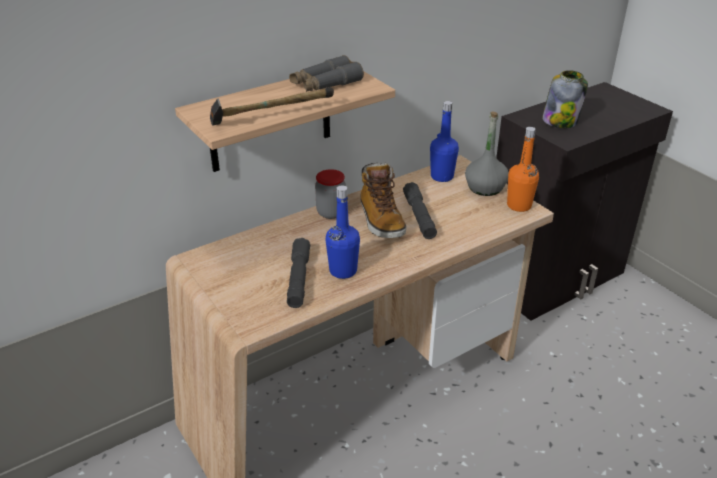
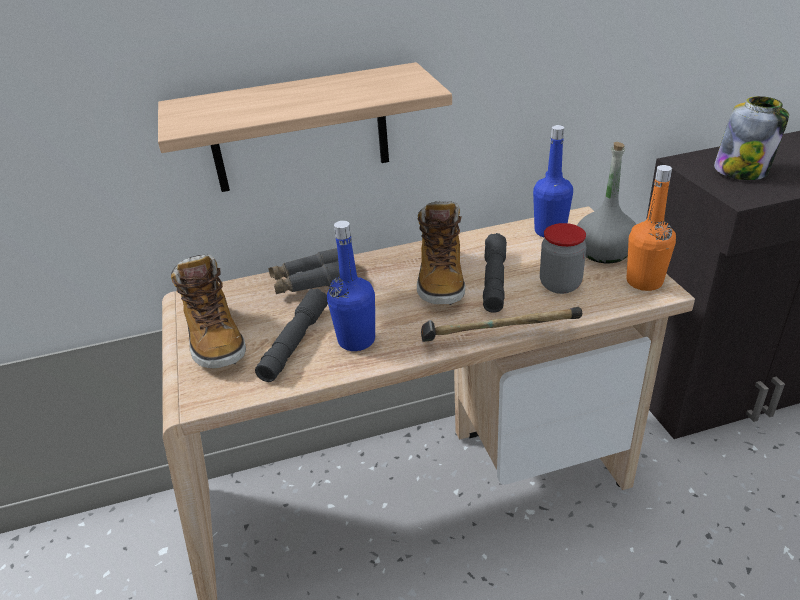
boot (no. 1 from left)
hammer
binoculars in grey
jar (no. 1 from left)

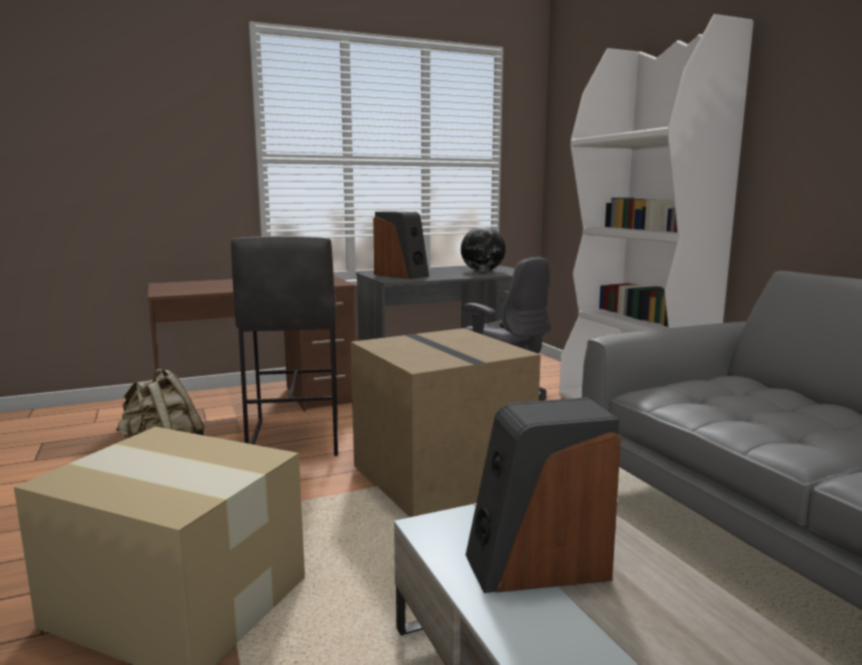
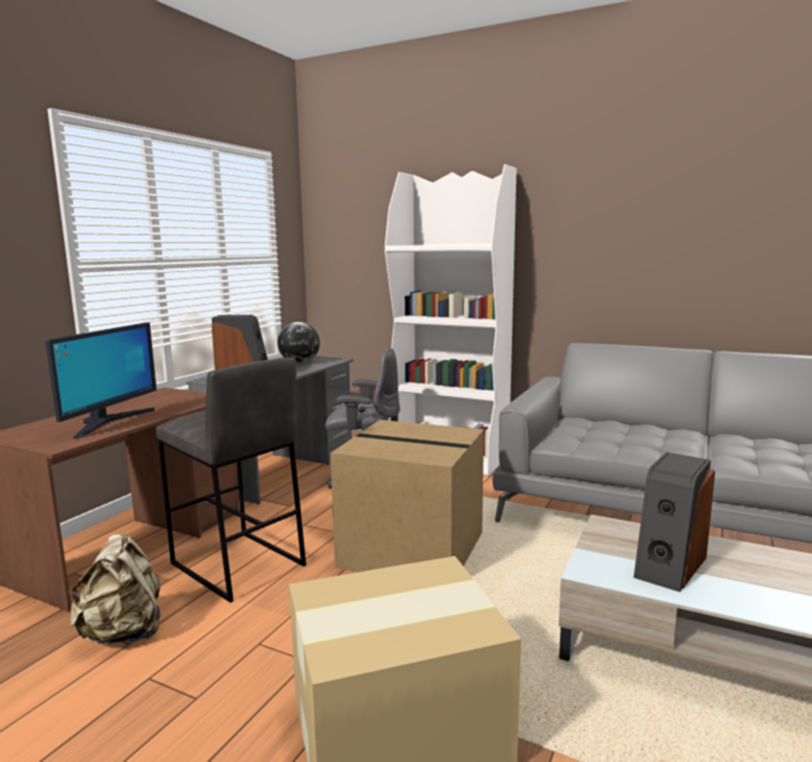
monitor

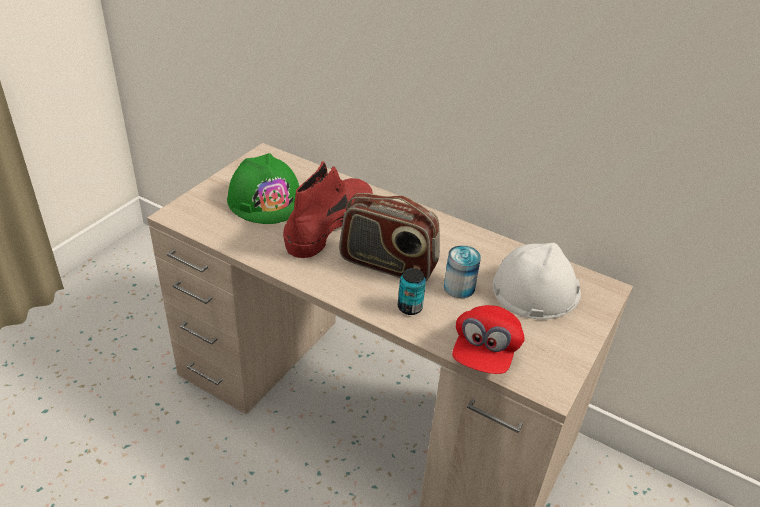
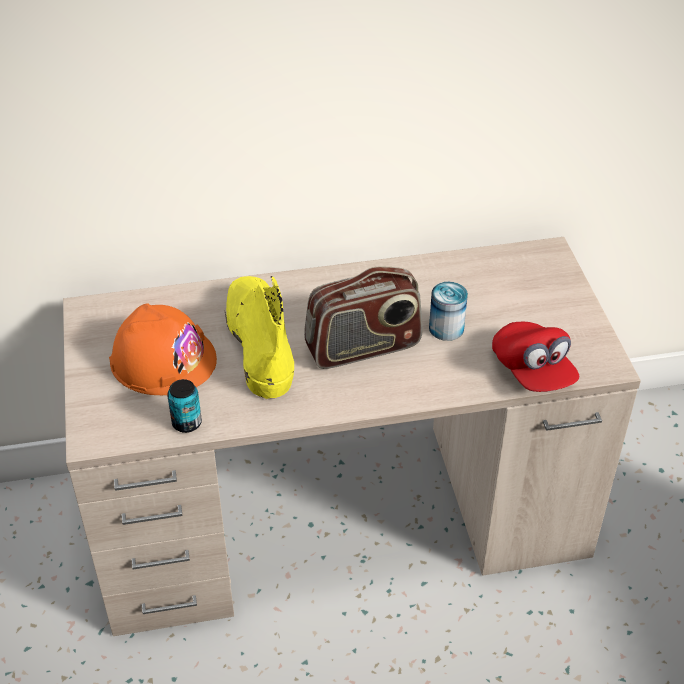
hard hat in white
can (no. 1 from left)
hard hat in orange
boot in yellow

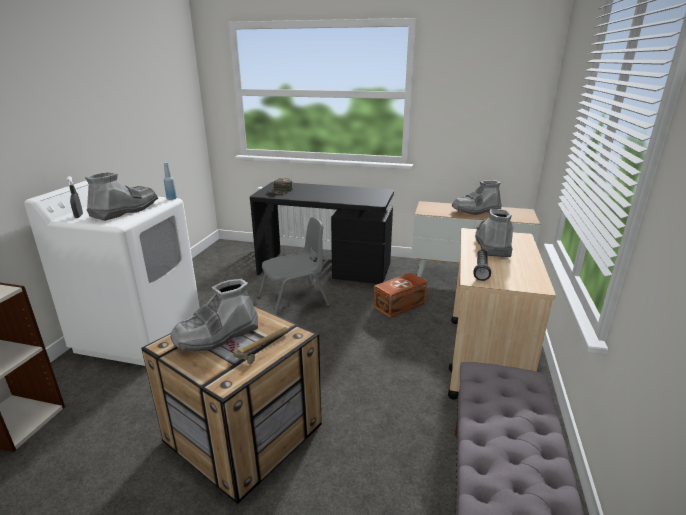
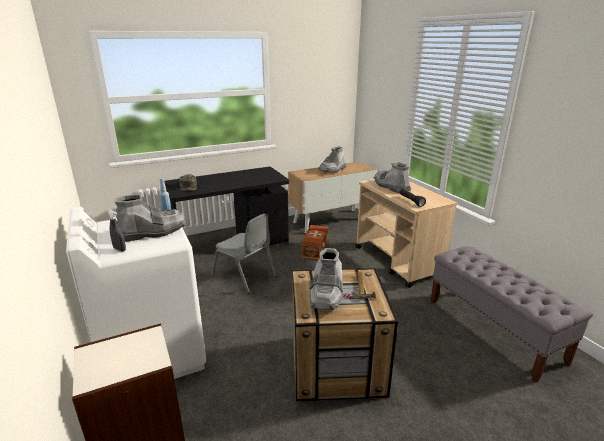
boot in grey (no. 1 from left)
chair in grey

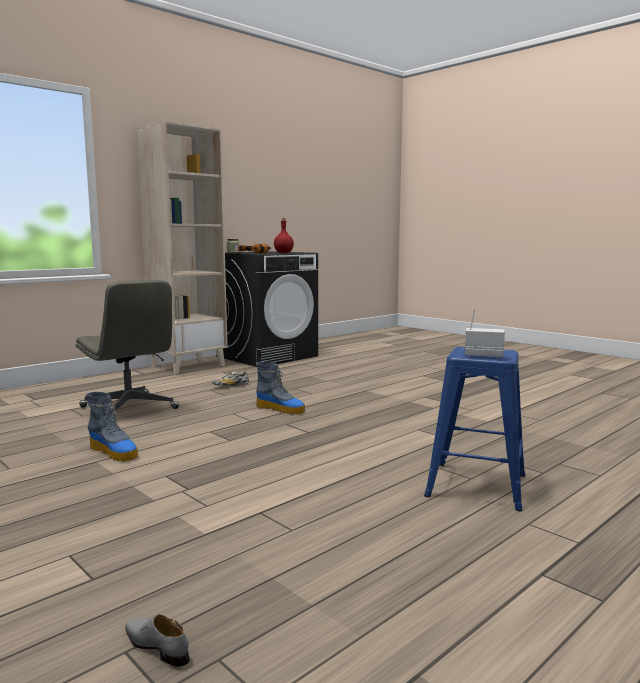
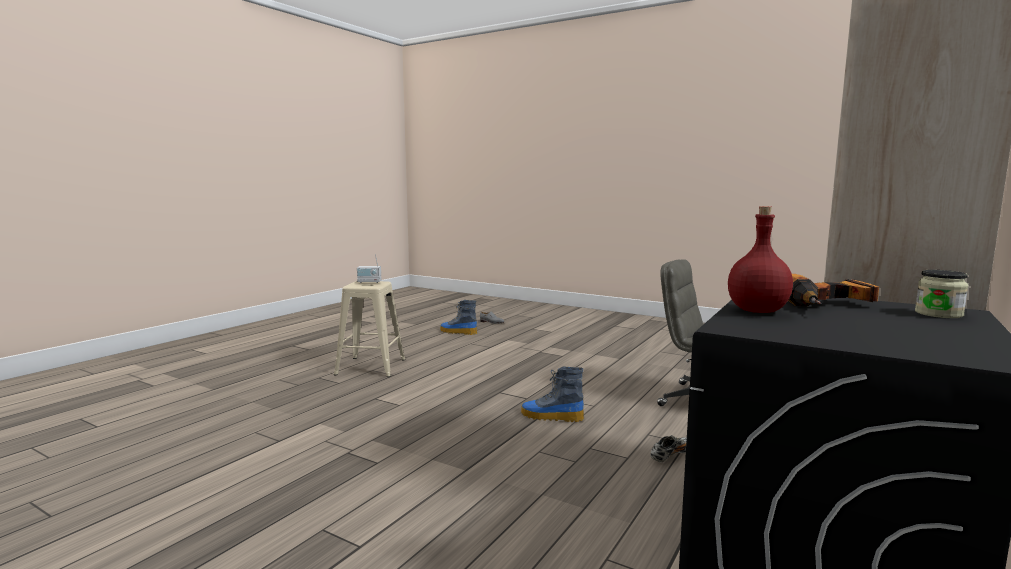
boot (no. 1 from left)
stool in beige

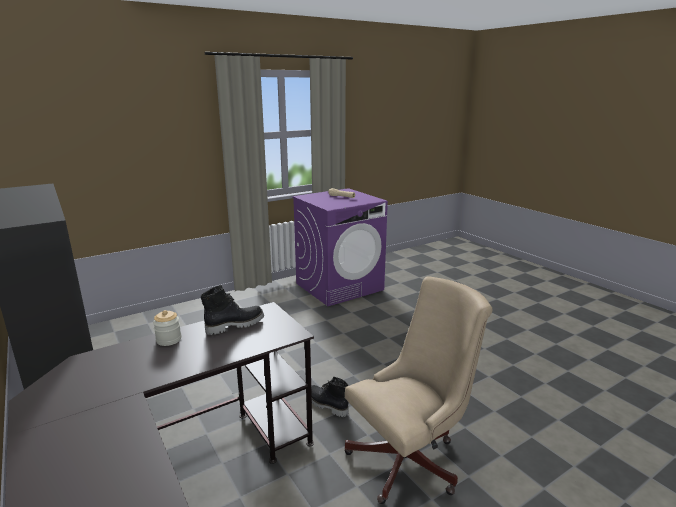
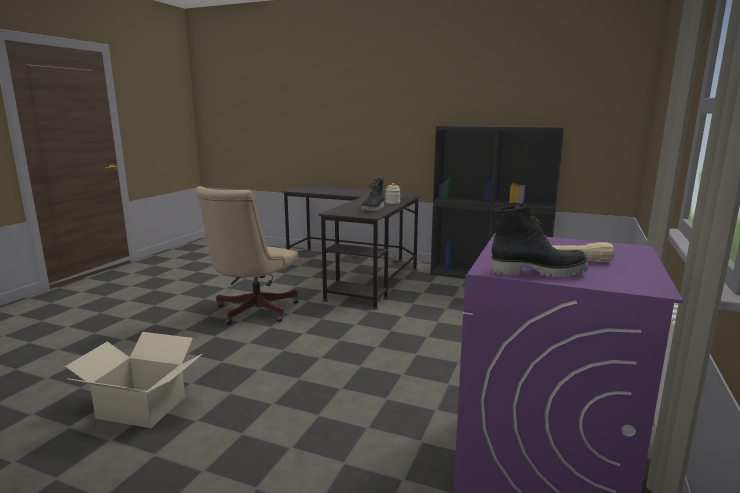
cardboard box
boot in black (no. 2 from left)

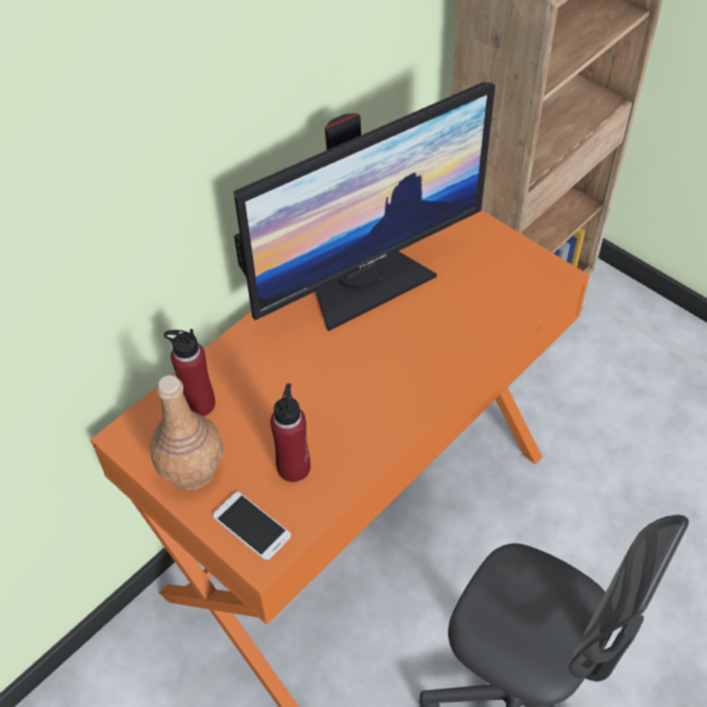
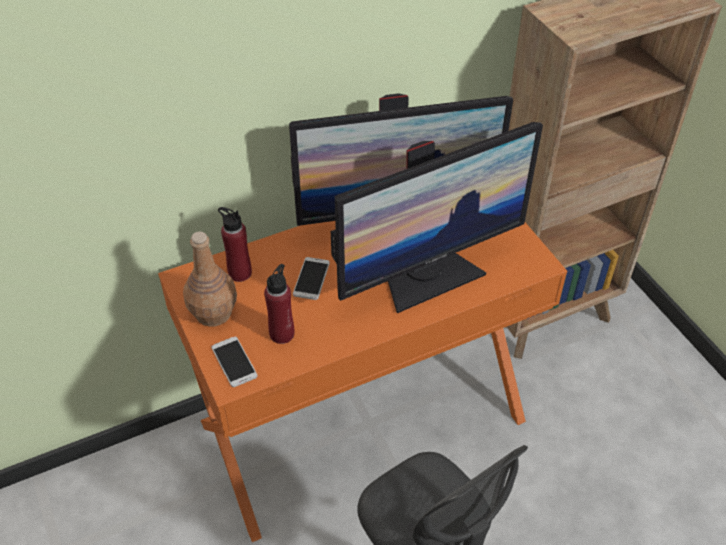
phone (no. 2 from left)
monitor (no. 2 from left)

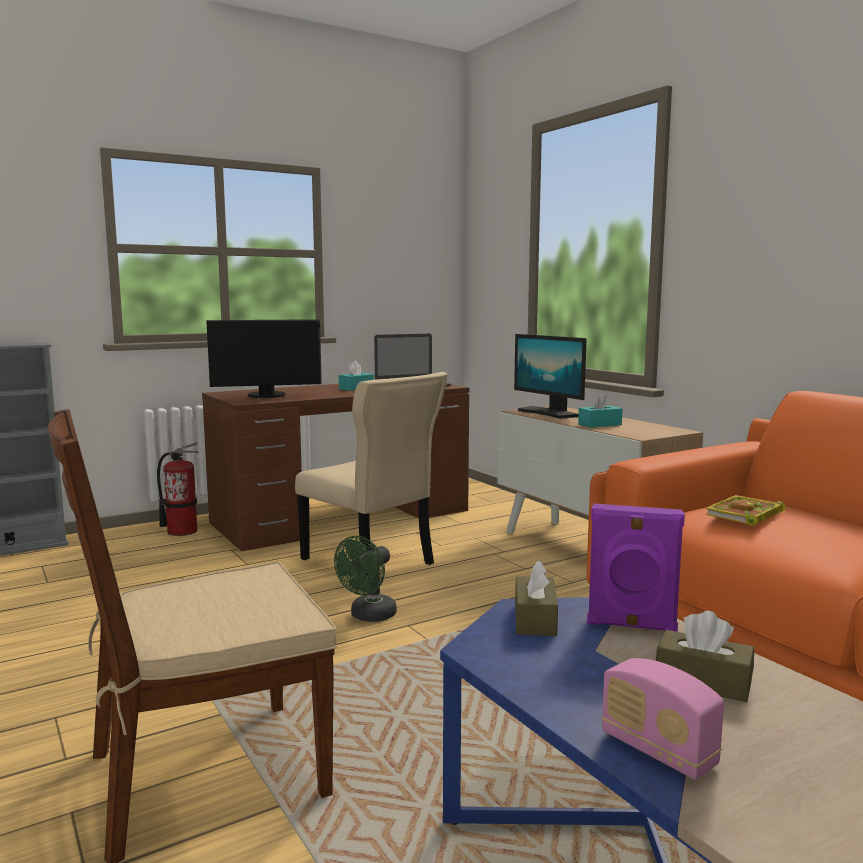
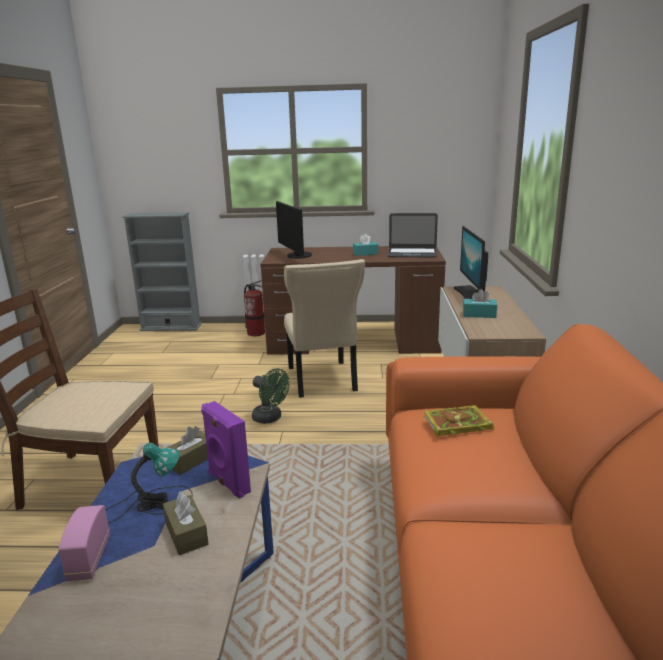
table lamp
monitor (no. 1 from left)
fan in green

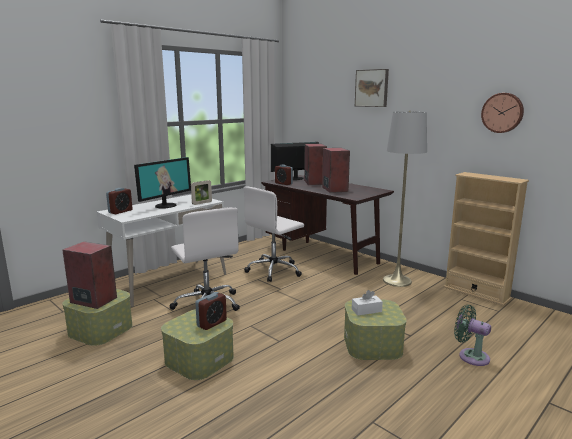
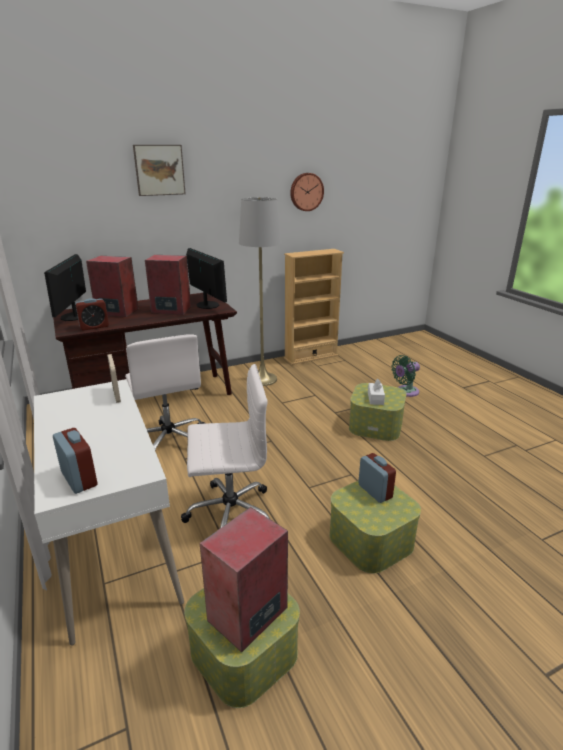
monitor (no. 2 from left)

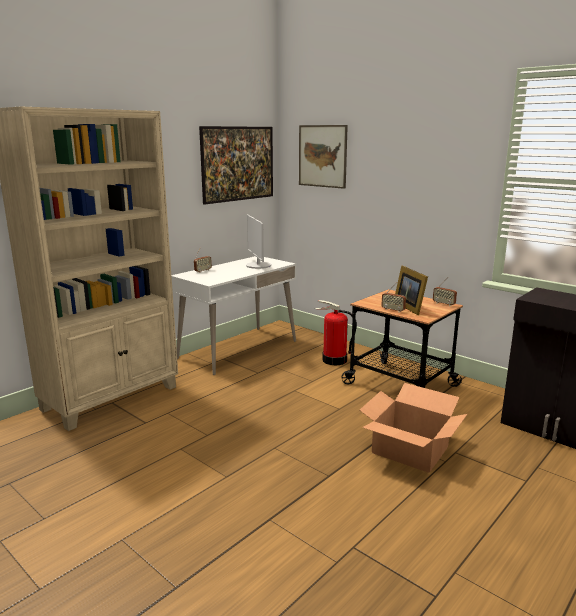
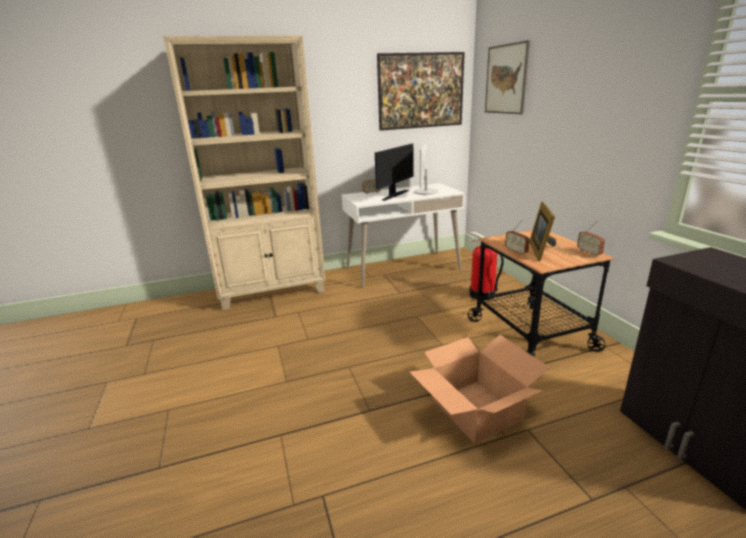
monitor (no. 1 from left)

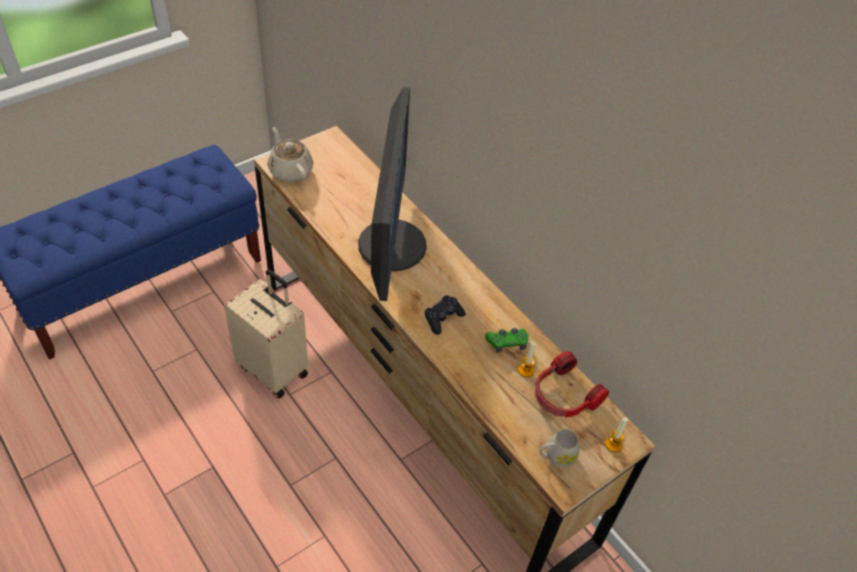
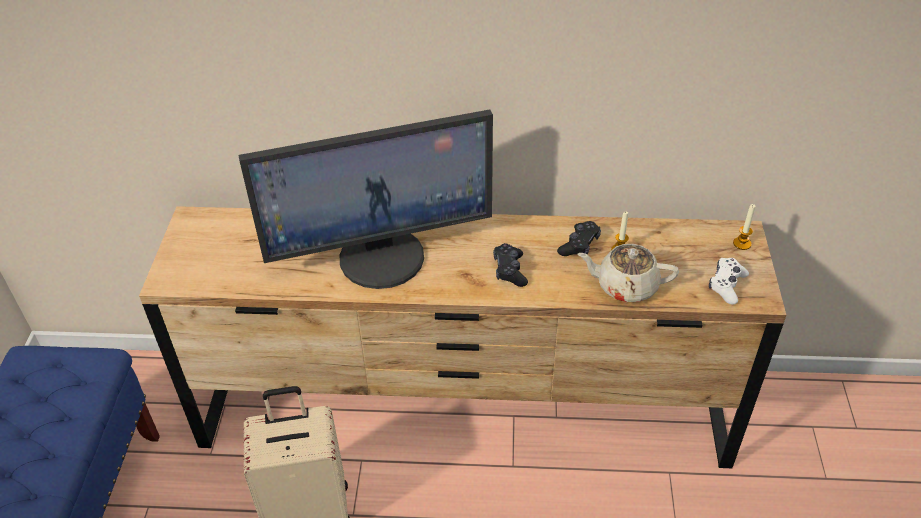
headphones
teapot in beige
game controller in white
game controller in black (no. 2 from left)
monitor

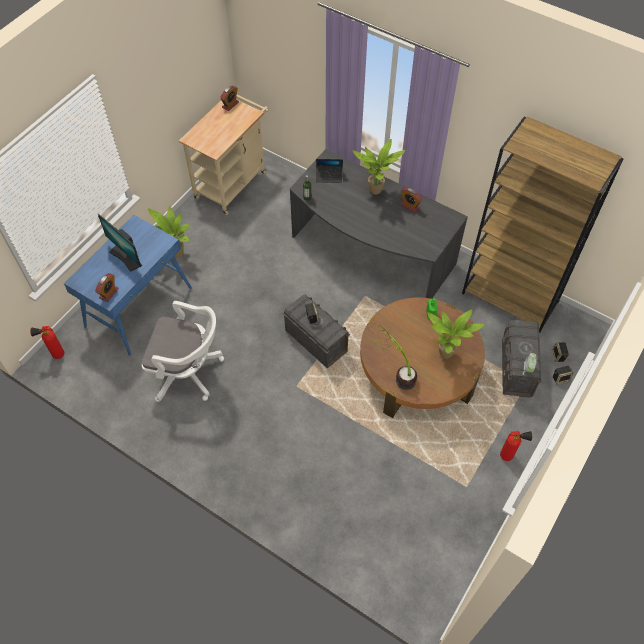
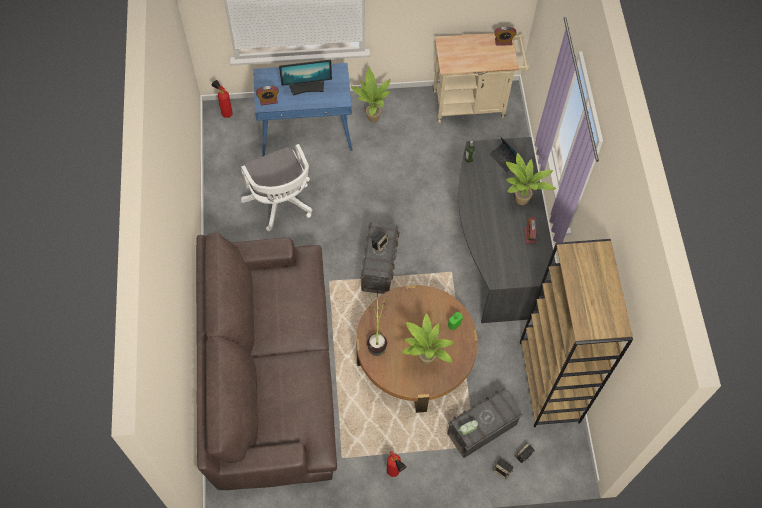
sofa in brown
monitor

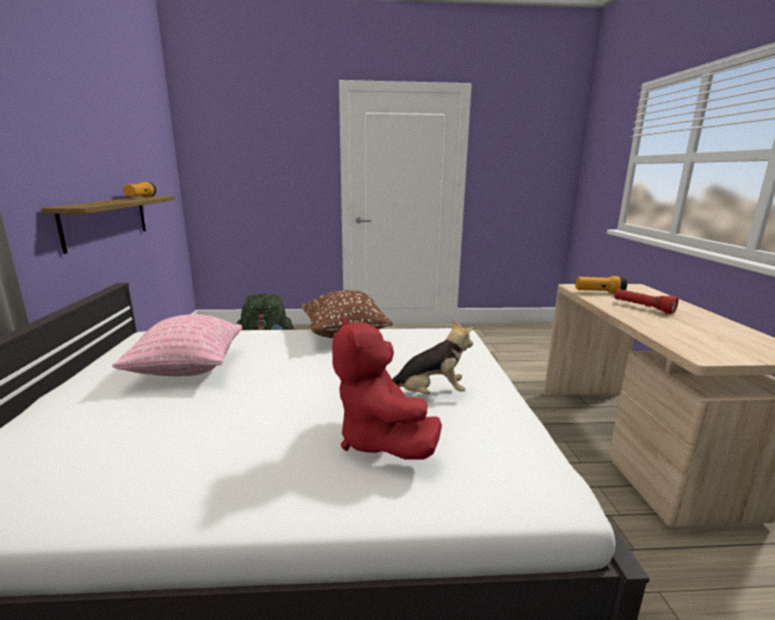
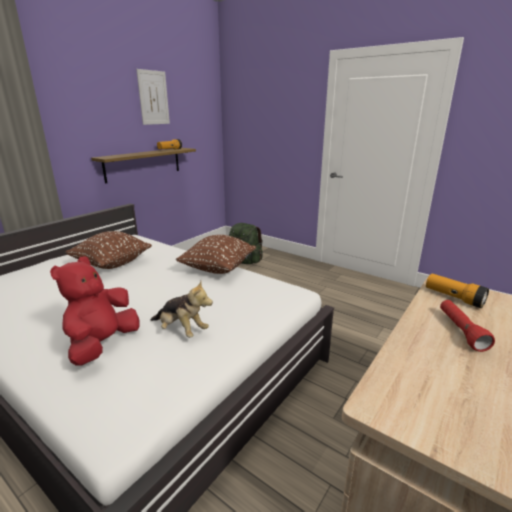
picture
pillow in brown (no. 1 from left)

